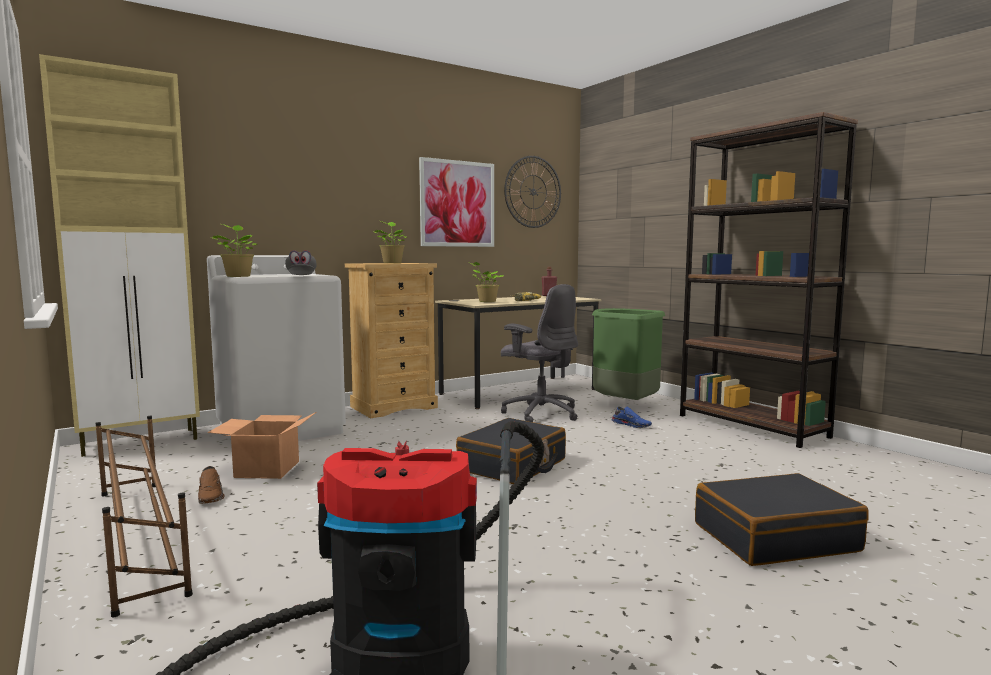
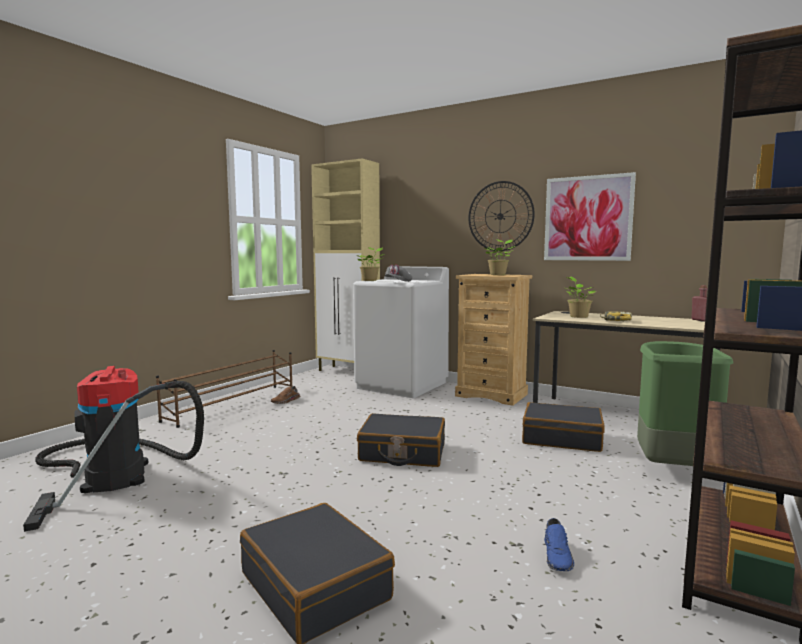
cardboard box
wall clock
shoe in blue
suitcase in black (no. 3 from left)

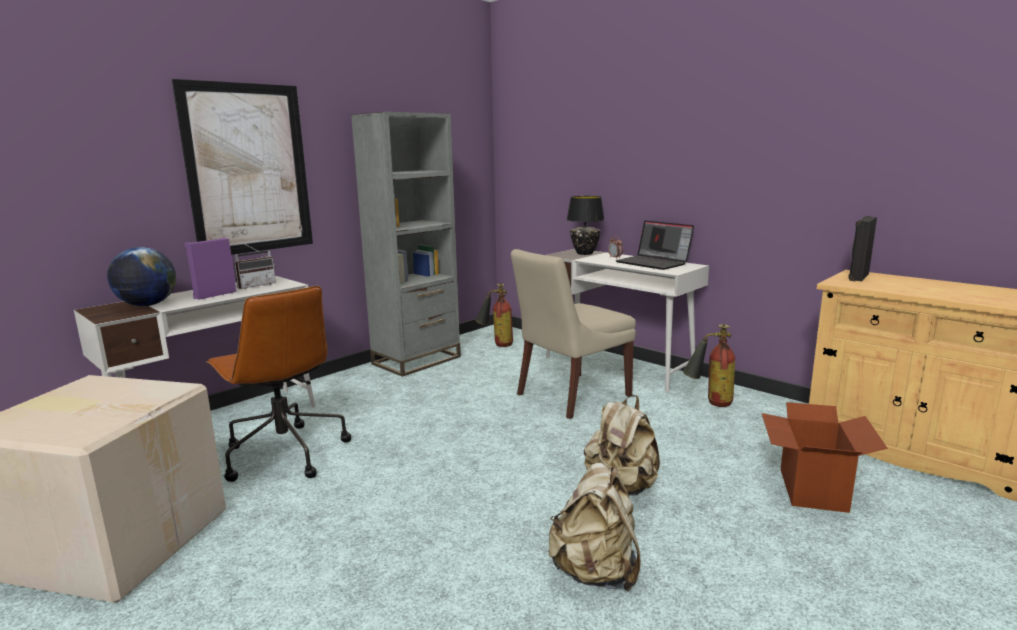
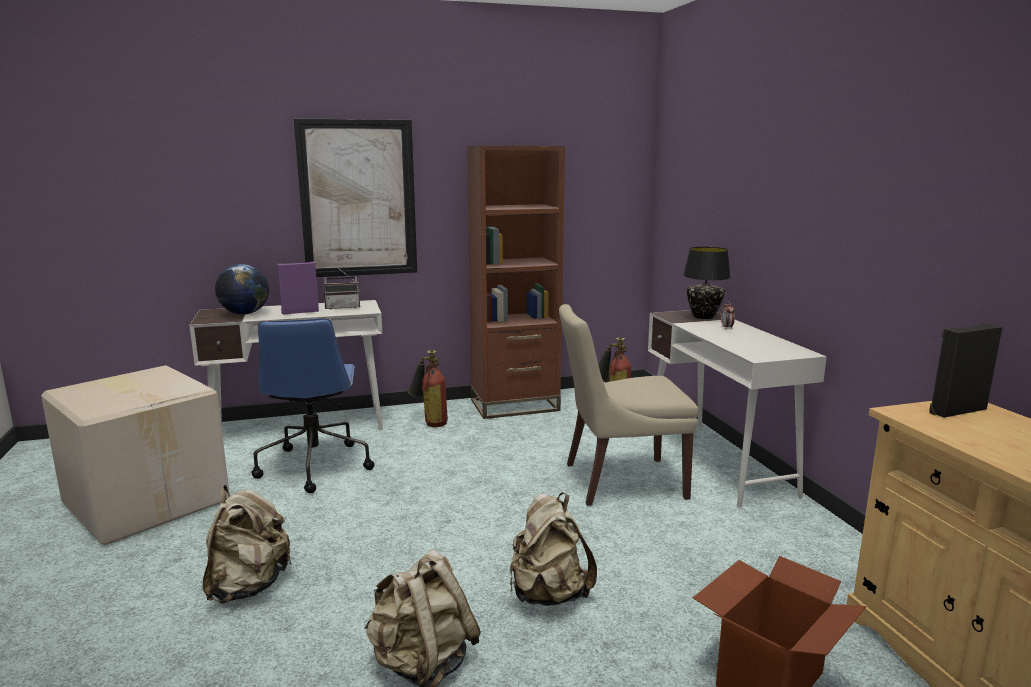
laptop
backpack in beige (no. 1 from left)
fire extinguisher (no. 1 from left)
office chair in blue
bookcase in brown

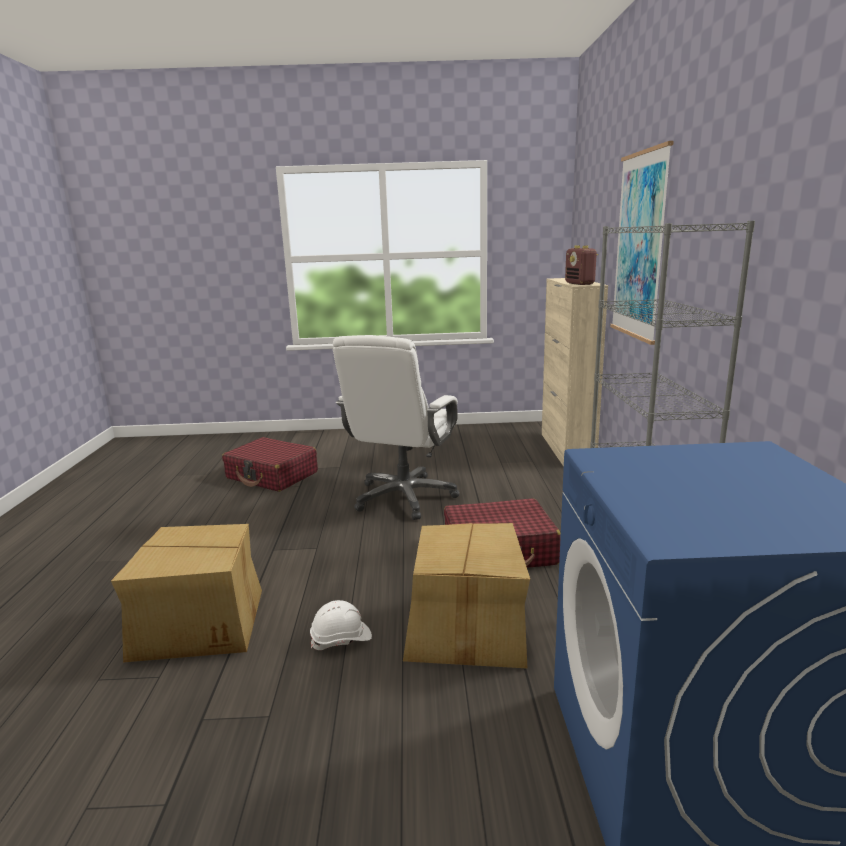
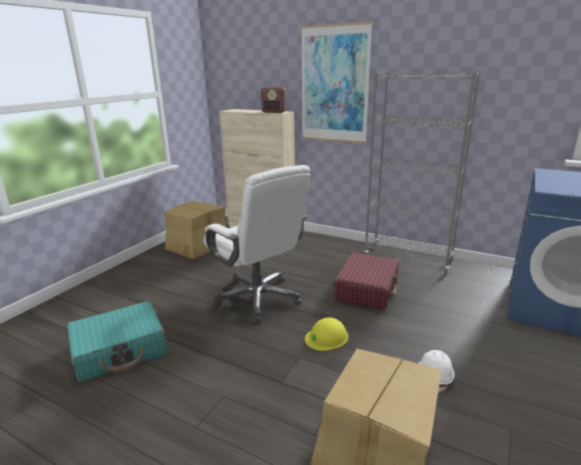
hard hat in yellow
cardboard box (no. 1 from left)
suitcase in turquoise

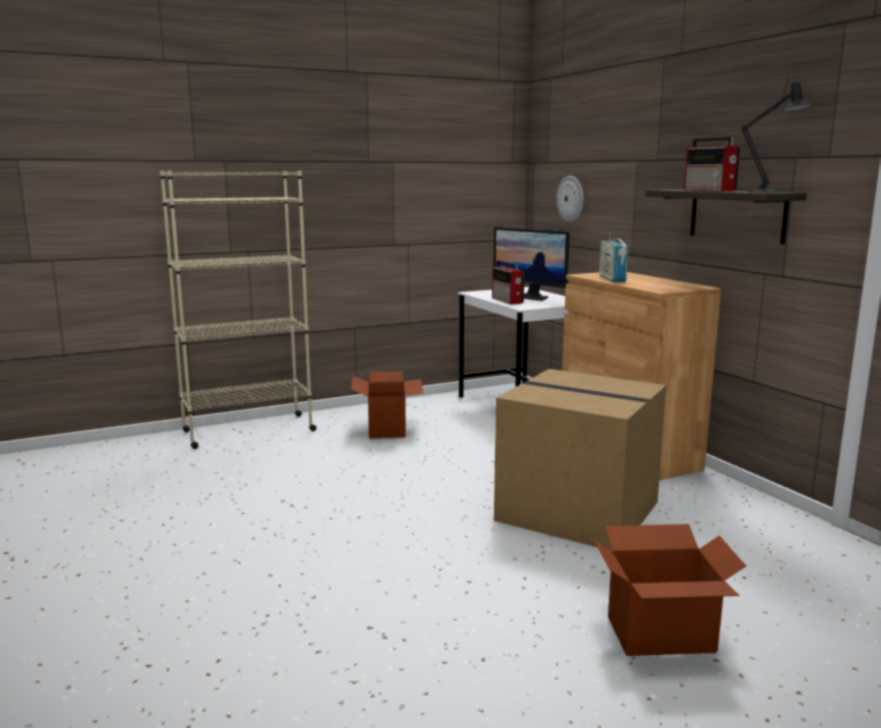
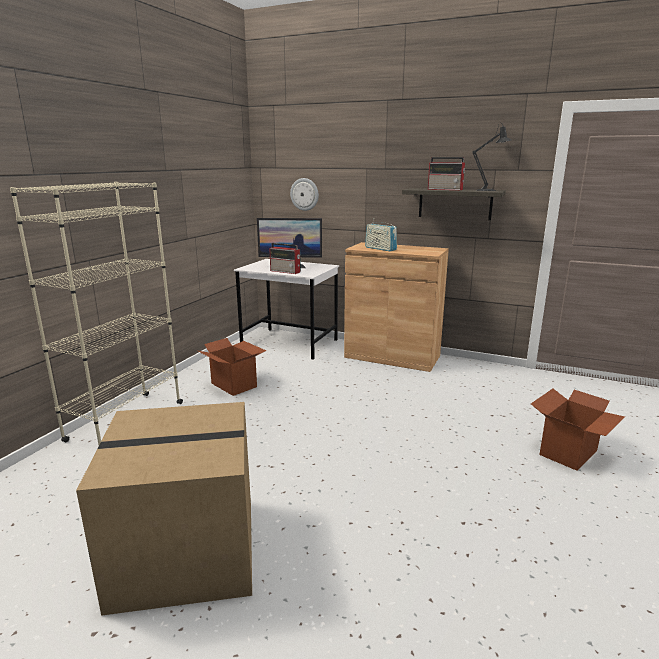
cardboard box (no. 1 from left)

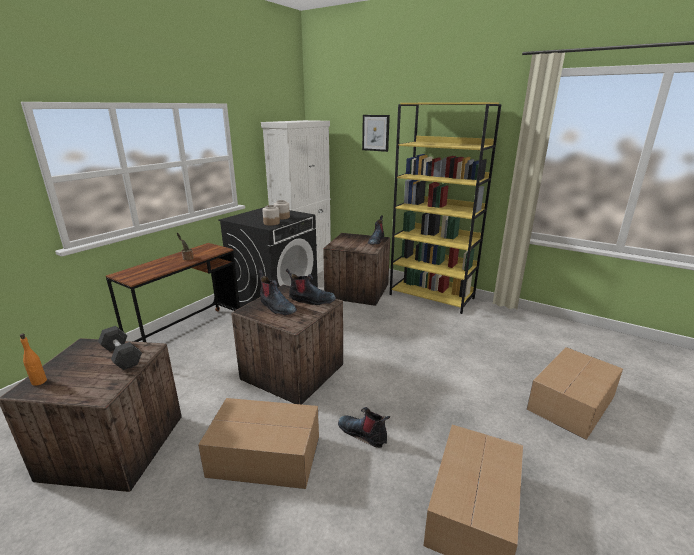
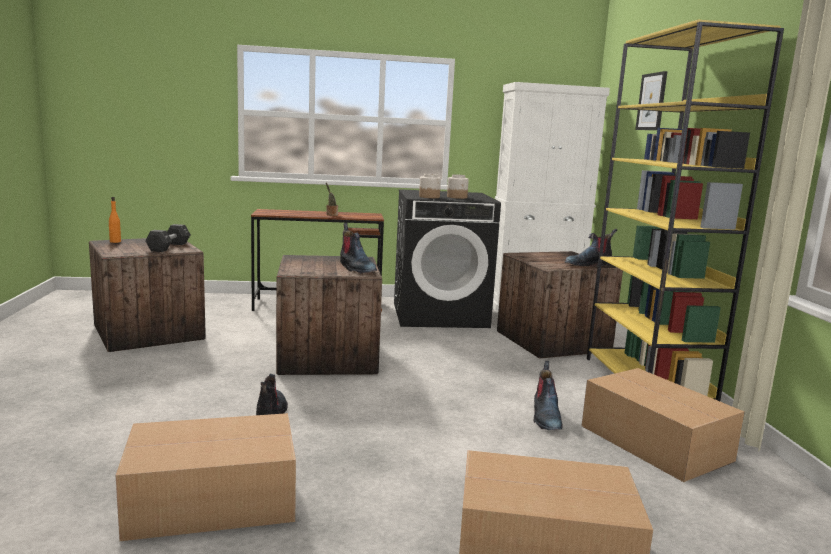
cardboard box (no. 3 from left)
boot (no. 3 from left)

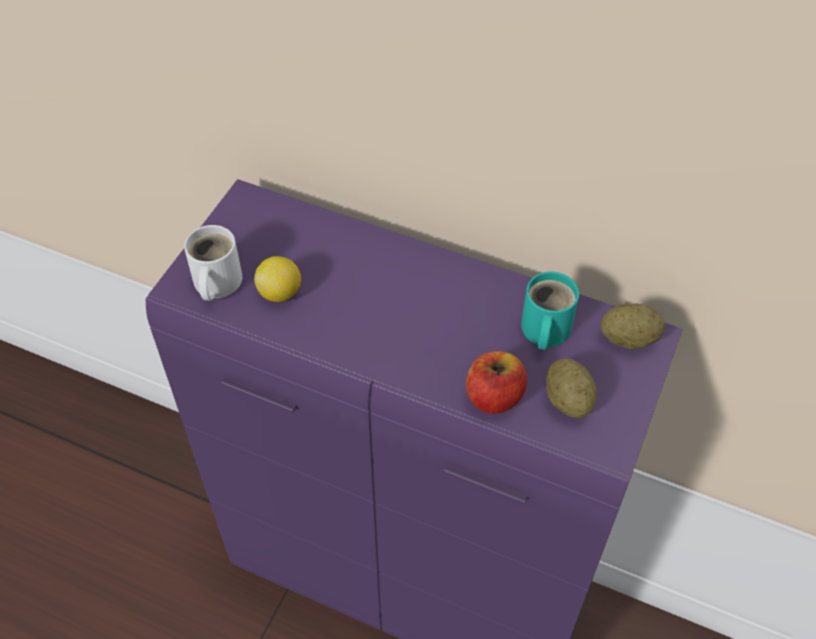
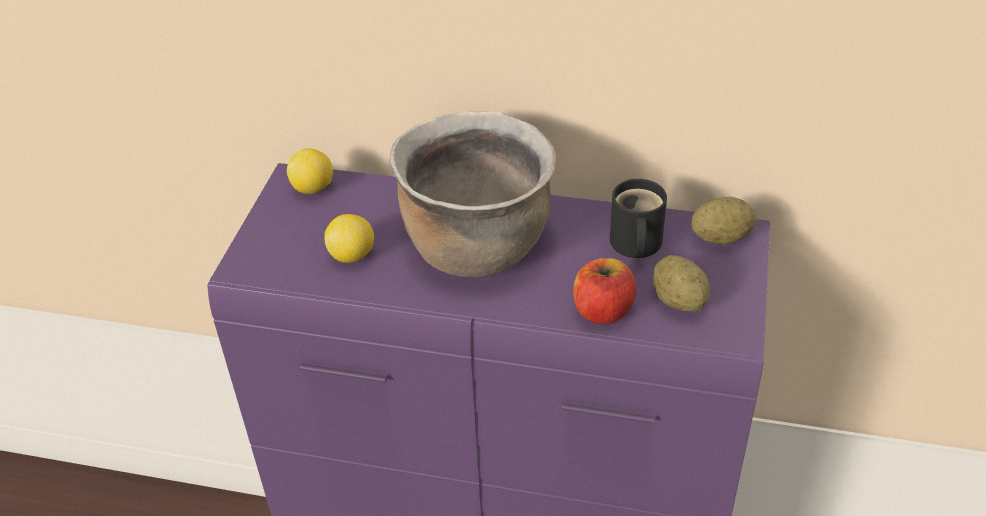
mug in white
lemon (no. 1 from left)
cooking pot in brown
mug in black

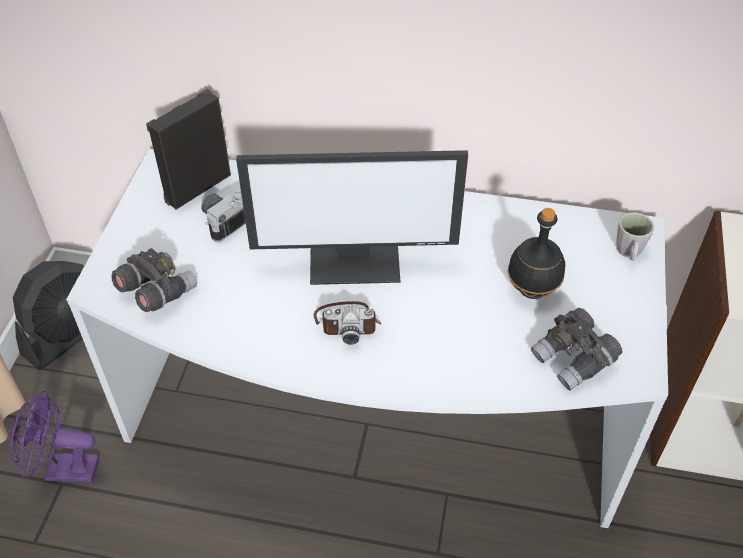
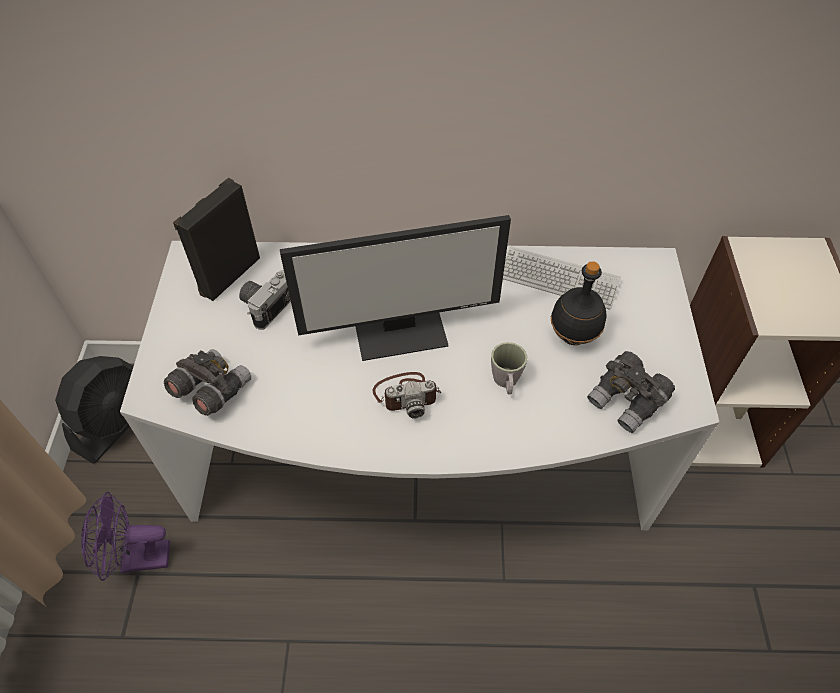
keyboard
mug in grey

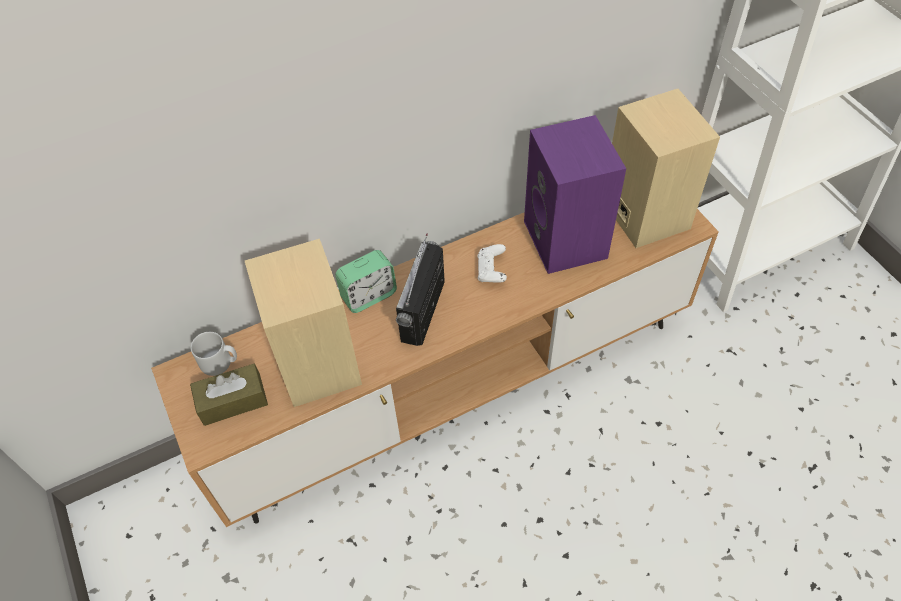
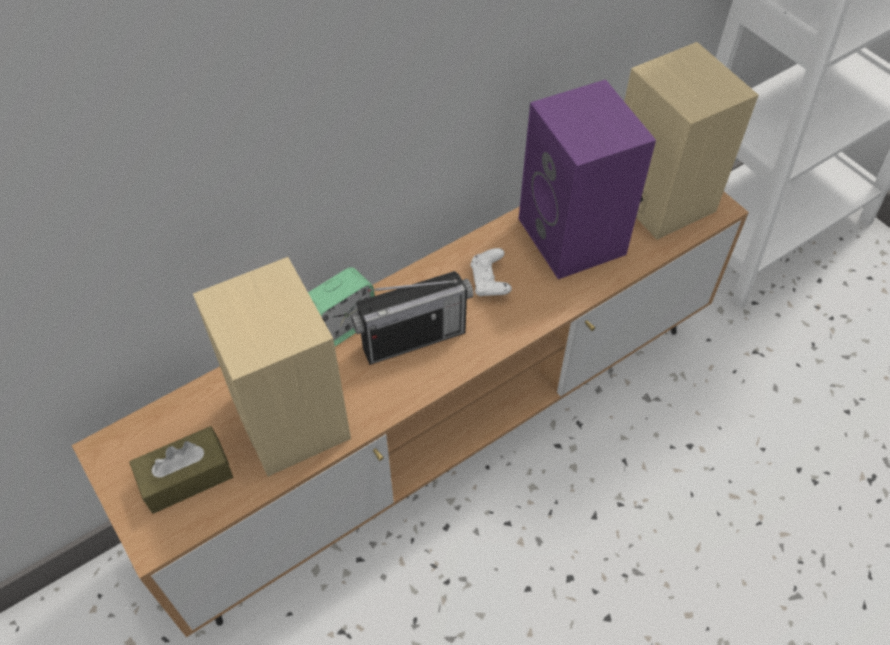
mug in grey
radio

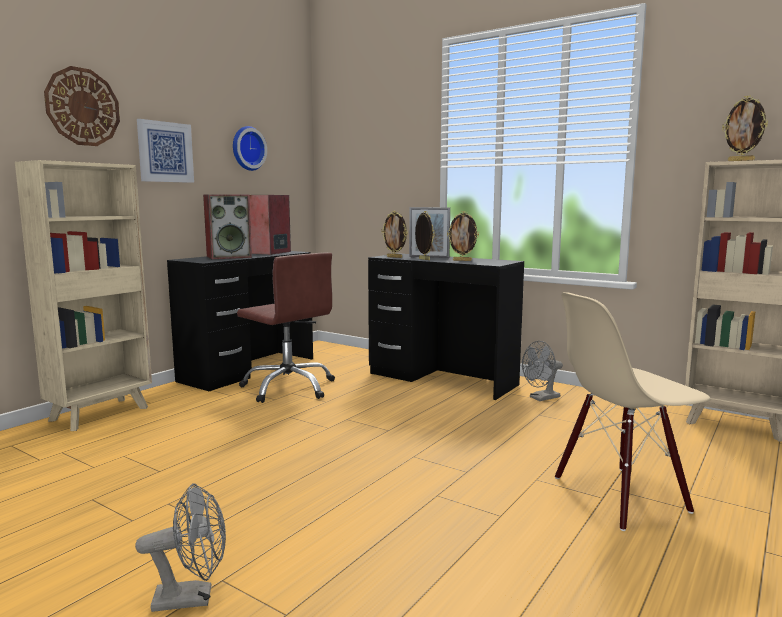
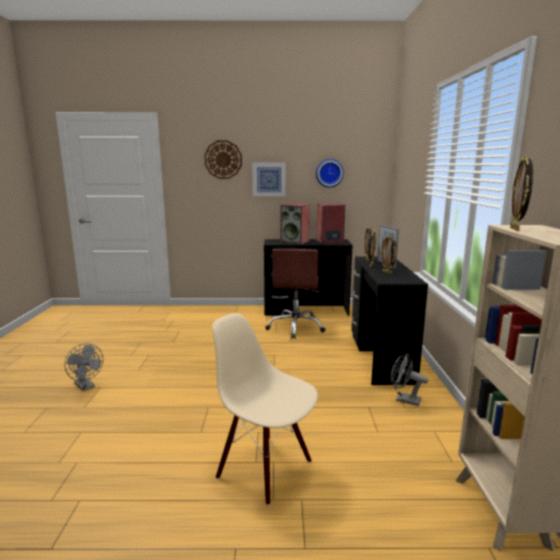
bookcase in beige (no. 1 from left in the first image)

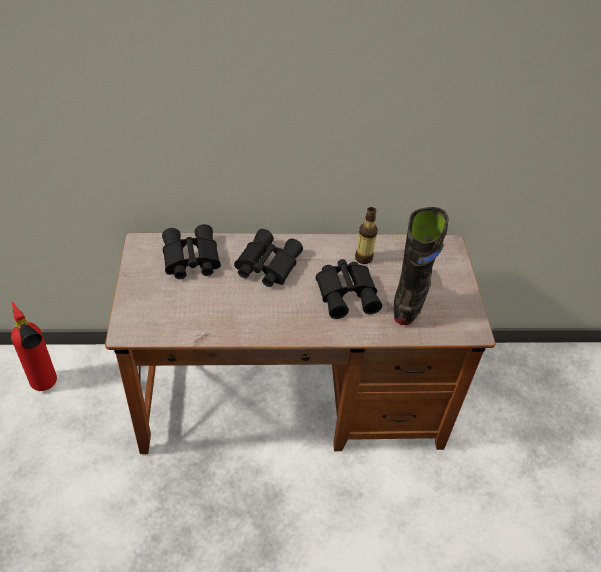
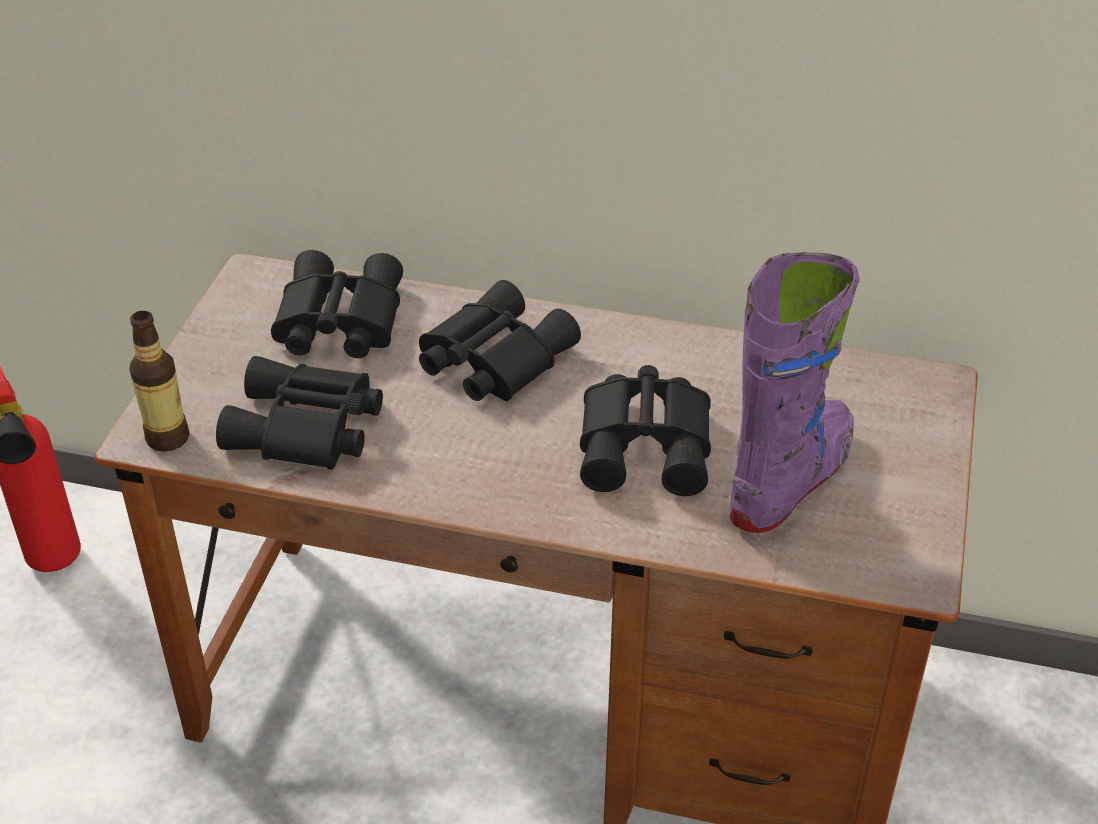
binoculars in black (no. 1 from left)
bottle
boot in purple

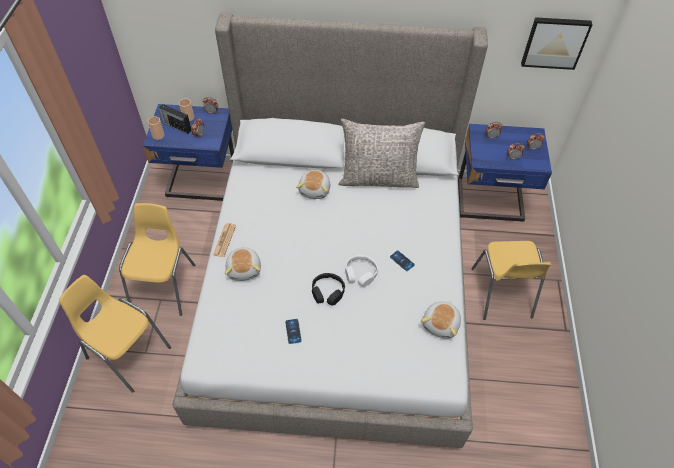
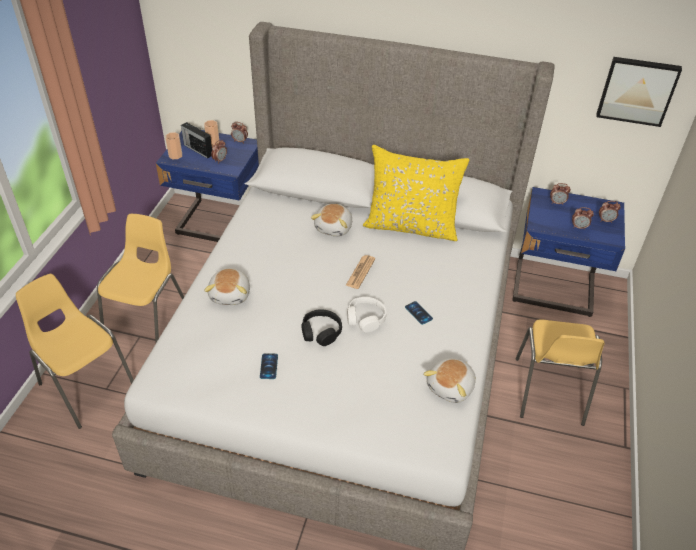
newspaper
pillow in yellow

